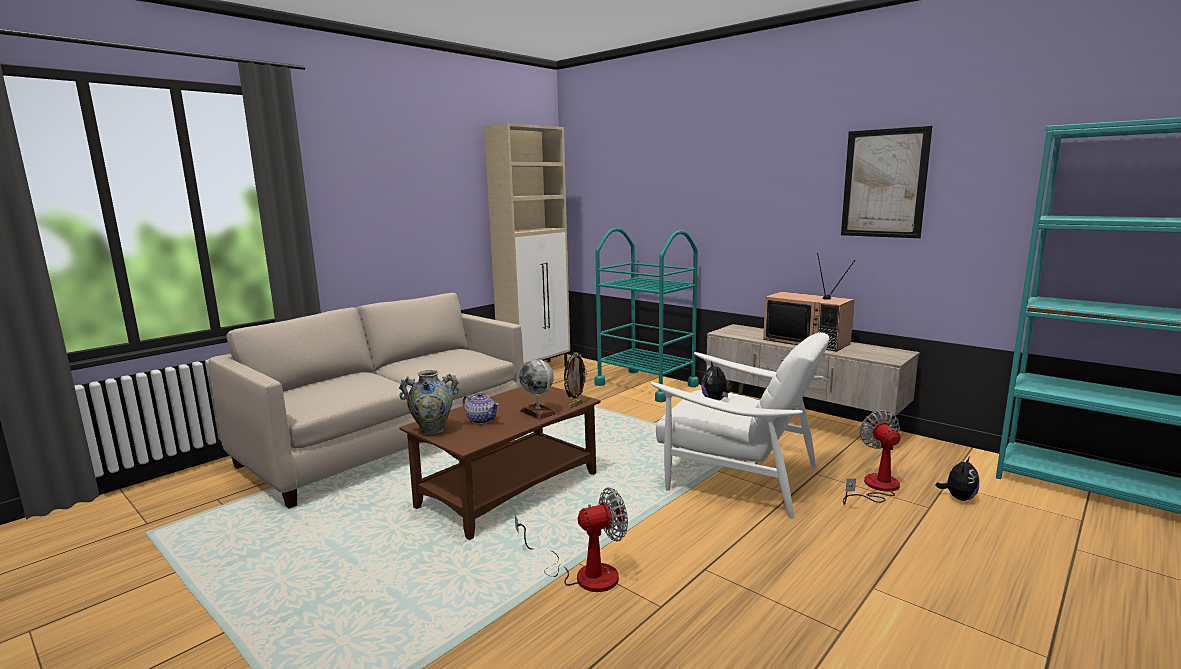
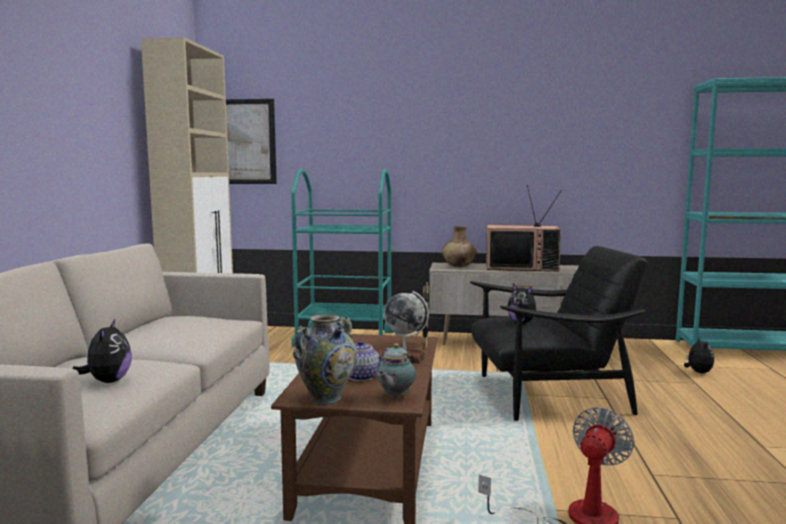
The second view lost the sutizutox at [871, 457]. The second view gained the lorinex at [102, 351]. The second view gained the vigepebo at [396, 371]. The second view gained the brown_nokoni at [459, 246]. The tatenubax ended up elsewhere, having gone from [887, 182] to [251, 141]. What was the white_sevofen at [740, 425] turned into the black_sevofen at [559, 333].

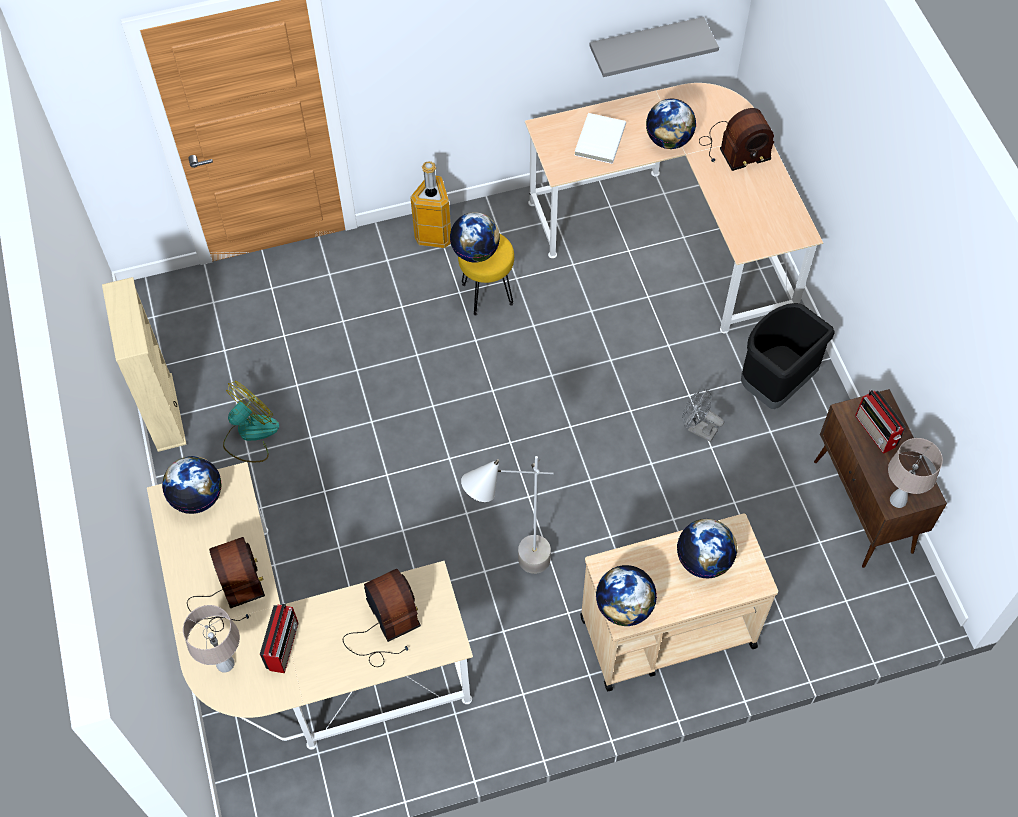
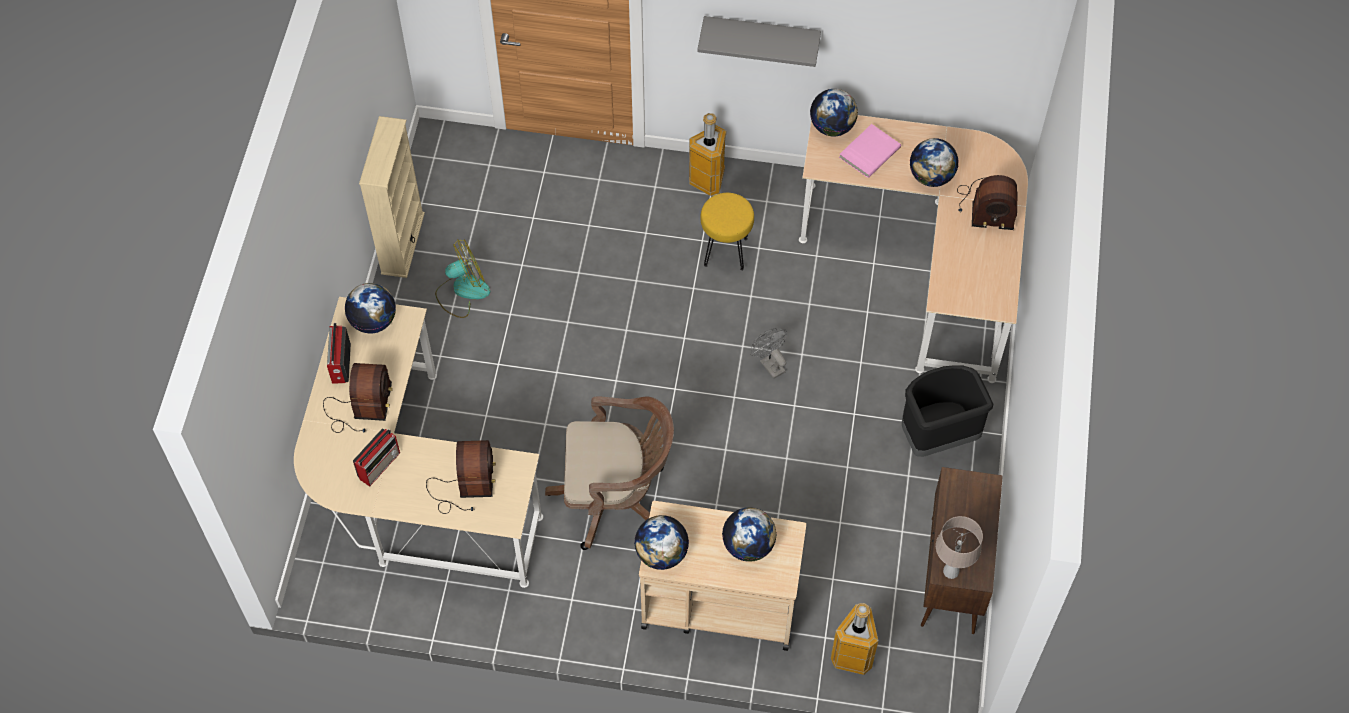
The second view lost the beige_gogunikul at [211, 638]. The second view gained the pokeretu at [855, 639]. The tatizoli ended up elsewhere, having gone from [475, 237] to [834, 112]. The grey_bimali ended up elsewhere, having gone from [654, 47] to [759, 41]. The grey_sutizutox ended up elsewhere, having gone from [703, 415] to [768, 353]. The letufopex ended up elsewhere, having gone from [880, 422] to [339, 353]. Where the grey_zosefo stood at [507, 515], the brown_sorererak came to stand at [609, 473]. What was the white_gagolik at [600, 138] turned into the pink_gagolik at [870, 151].

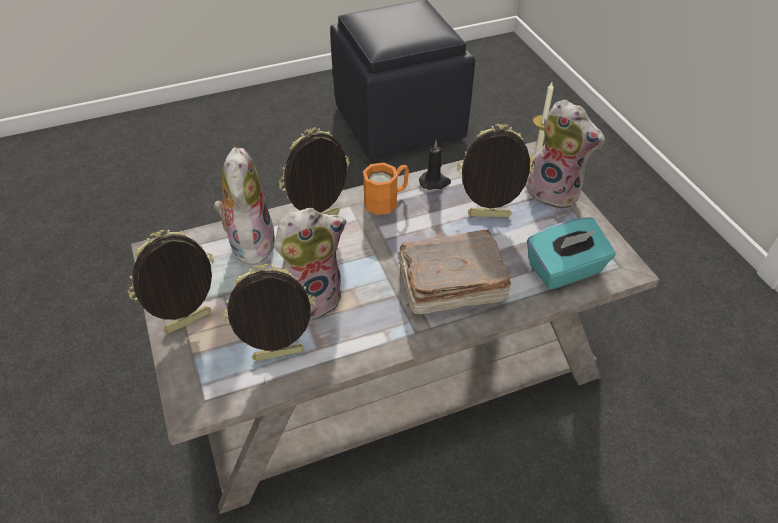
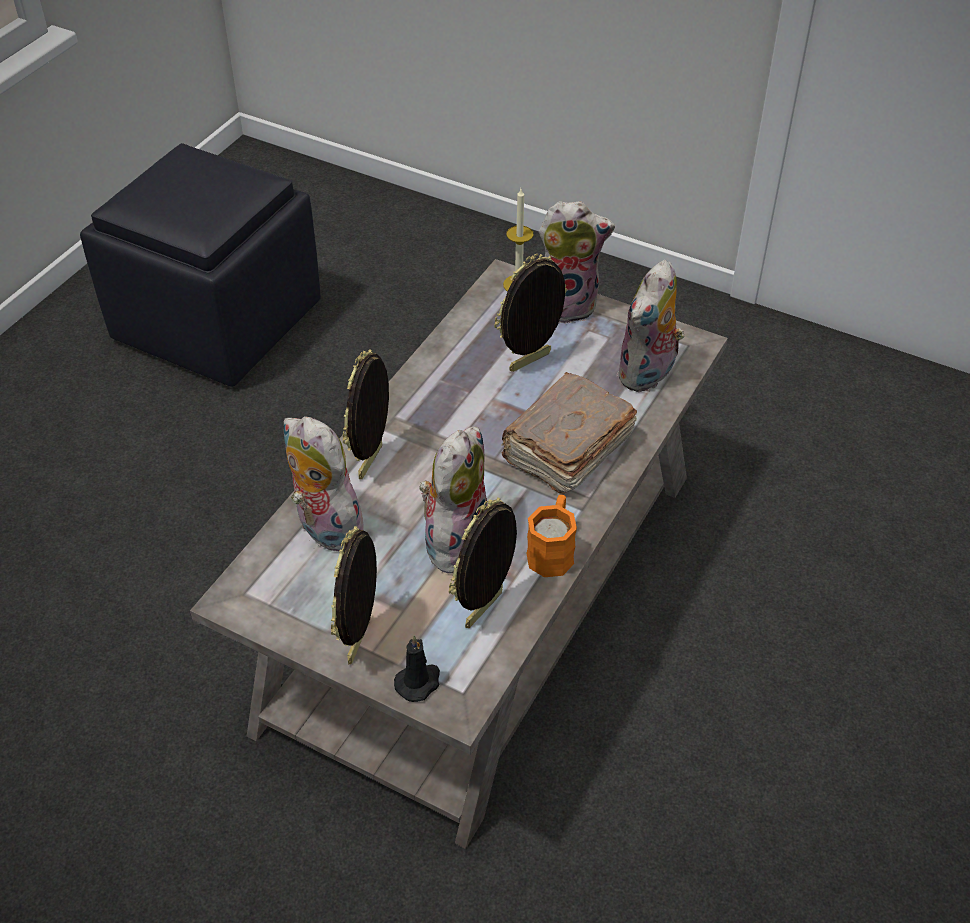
The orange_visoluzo ended up elsewhere, having gone from [386, 188] to [551, 536]. The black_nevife ended up elsewhere, having gone from [435, 165] to [417, 668]. Where the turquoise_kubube stood at [571, 254], the lorinex came to stand at [650, 326].

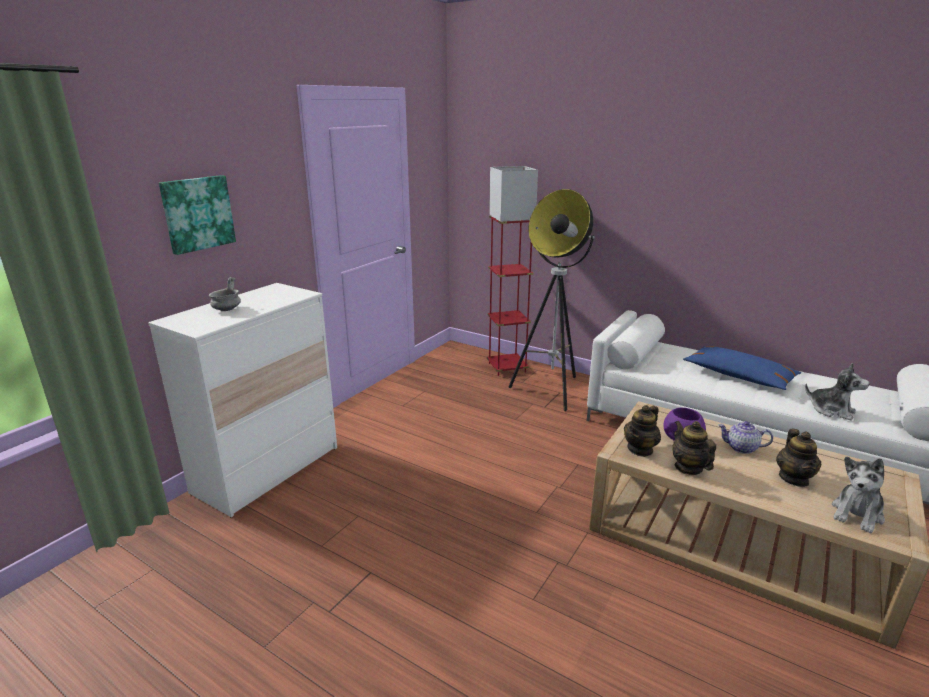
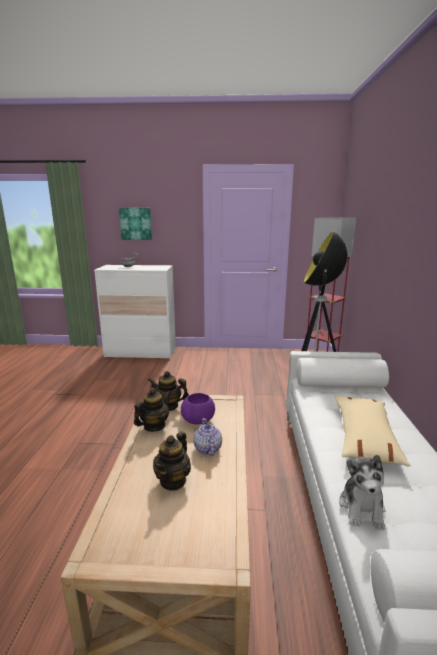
The second view lost the lorinex at [858, 494]. What was the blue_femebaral at [742, 368] turned into the beige_femebaral at [372, 431]. The vigepebo at [799, 458] ended up facing another way, 45 degrees counterclockwise from before.

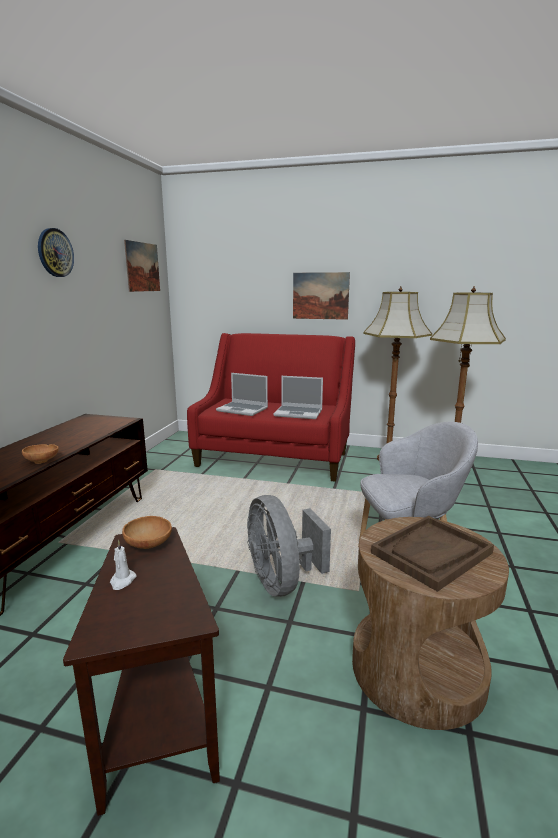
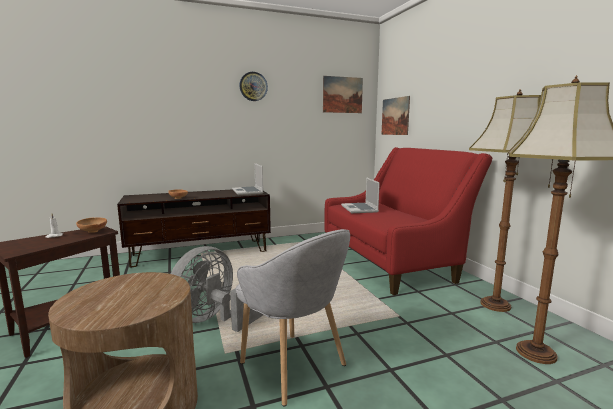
The second view lost the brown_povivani at [432, 554]. The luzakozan ended up elsewhere, having gone from [298, 397] to [247, 179]. The tatenubax ended up elsewhere, having gone from [321, 296] to [395, 115].

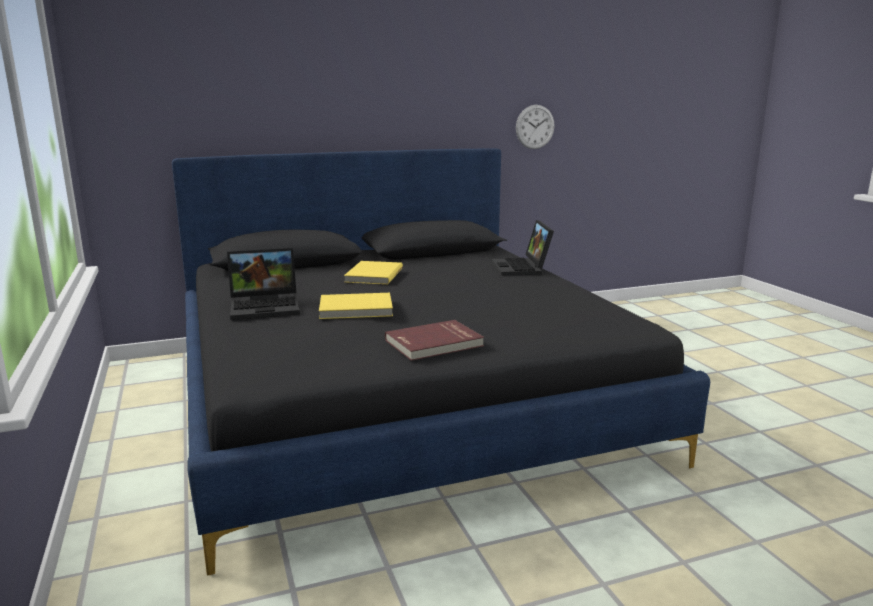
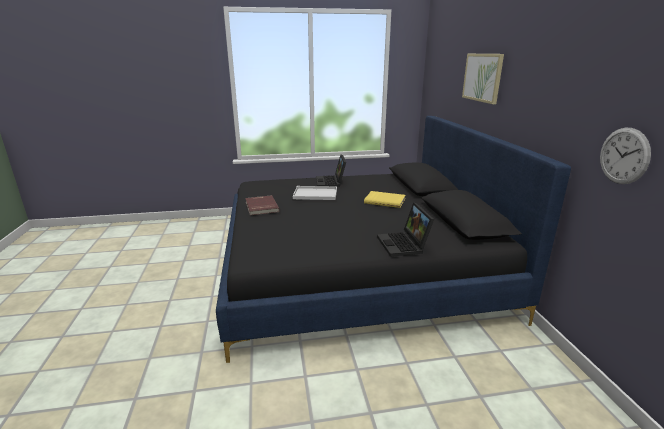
The second view gained the tatenubax at [483, 79]. Where the yellow_gagolik stood at [356, 306], the white_povivani came to stand at [315, 193]. The luzakozan at [523, 248] ended up facing another way, 105 degrees counterclockwise from before.

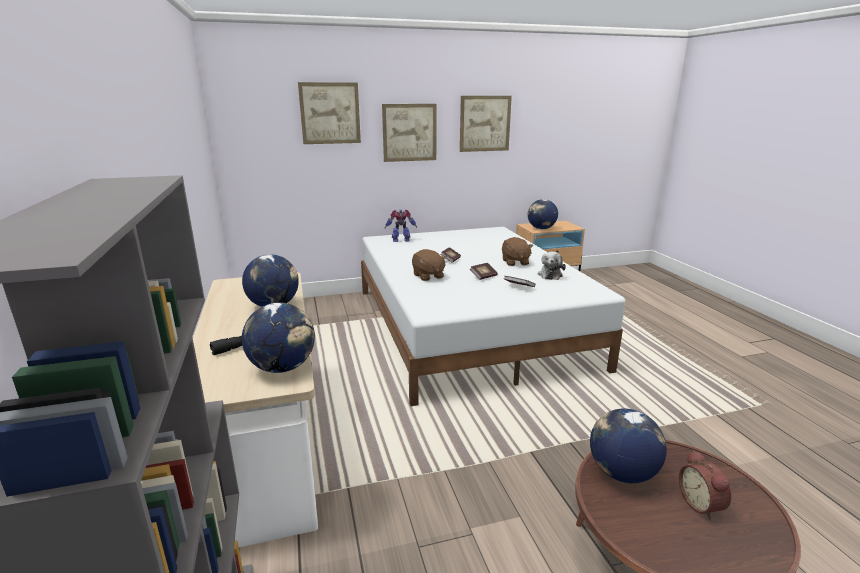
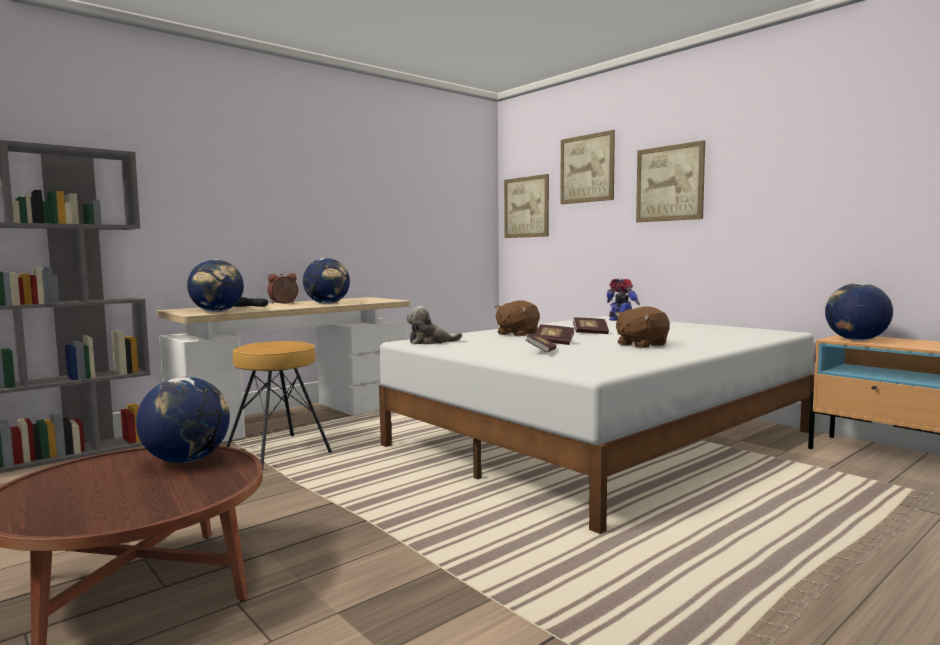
The second view gained the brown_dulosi at [279, 404]. The tatenubax ended up elsewhere, having gone from [486, 124] to [526, 206]. The lorinex ended up elsewhere, having gone from [552, 265] to [434, 325]. The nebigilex ended up elsewhere, having gone from [705, 485] to [282, 288].

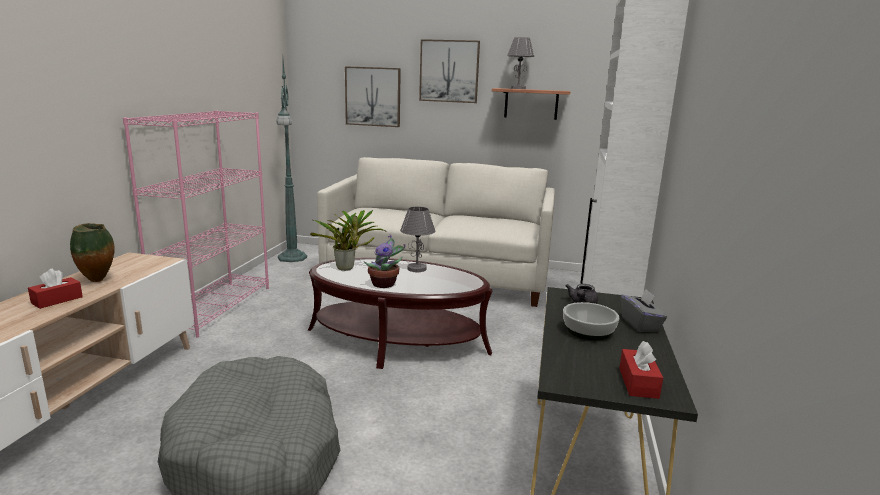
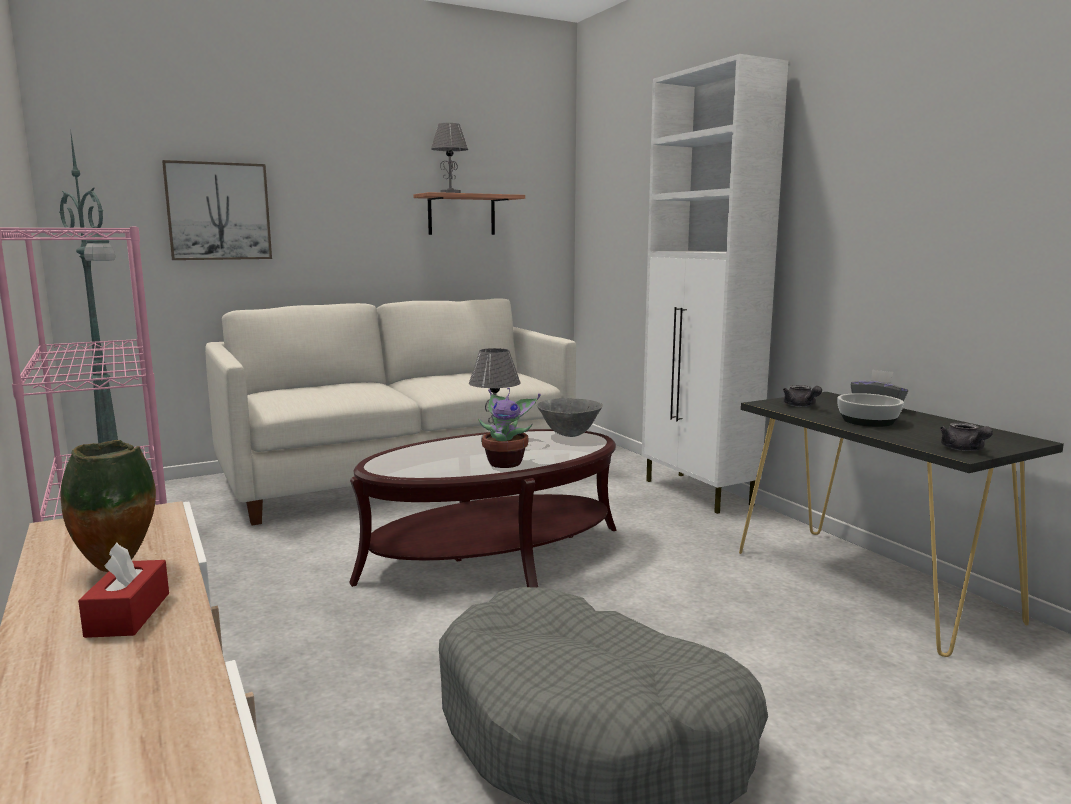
The second view lost the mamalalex at [348, 240]. The second view lost the tatenubax at [449, 71]. The second view lost the red_kubube at [641, 370]. The second view gained the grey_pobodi at [570, 417]. The second view gained the grey_vigepebo at [966, 436].

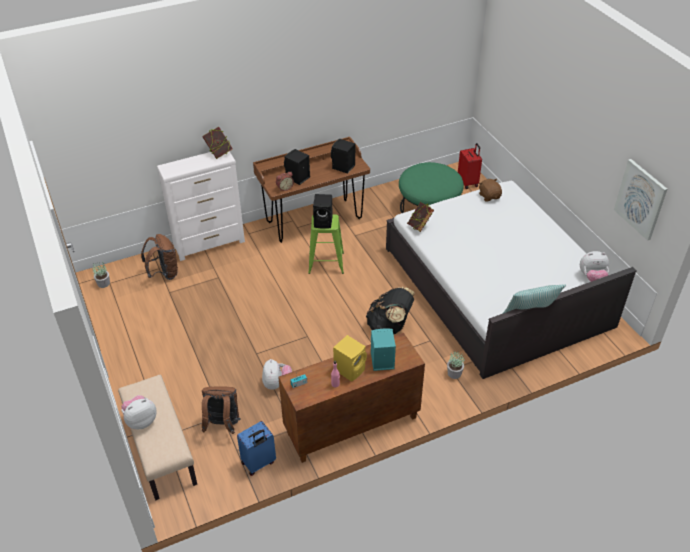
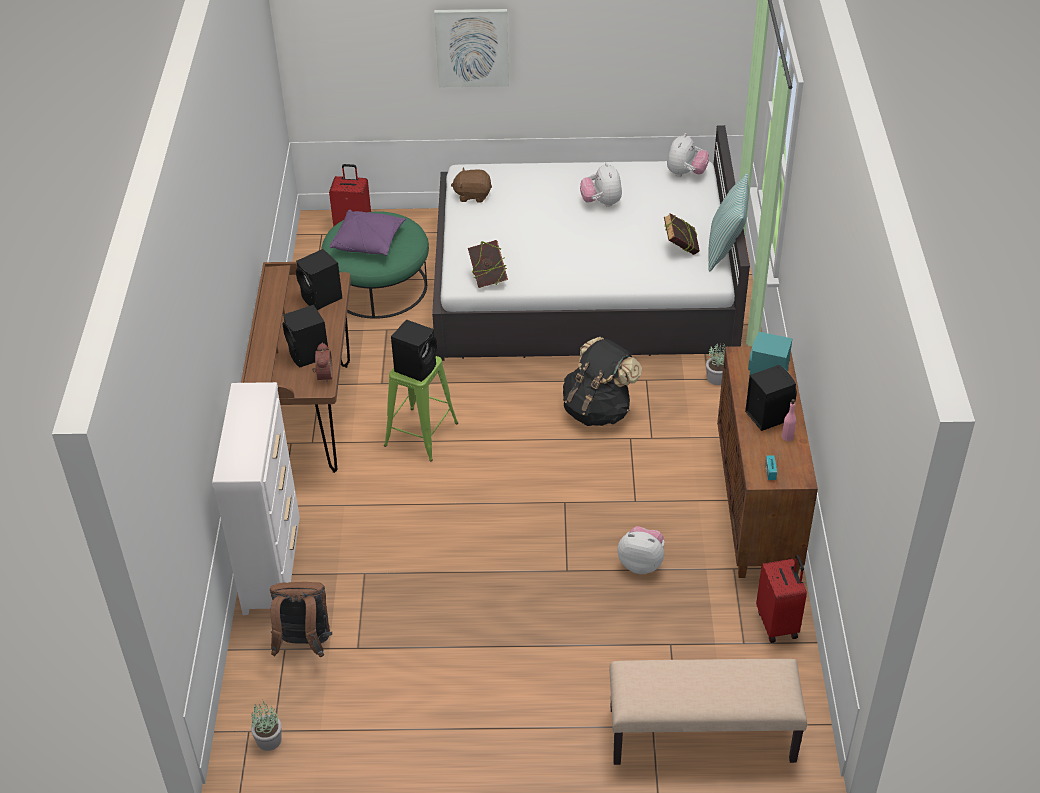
The second view lost the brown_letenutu at [221, 410]. The second view gained the purple_femebaral at [367, 232]. The lorinex ended up elsewhere, having gone from [139, 412] to [601, 184]. The gagolik ended up elsewhere, having gone from [217, 143] to [682, 234]. The tatenubax ended up elsewhere, having gone from [640, 200] to [471, 48]. What was the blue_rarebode at [256, 448] turned into the red_rarebode at [781, 599]. What was the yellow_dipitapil at [350, 358] turned into the black_dipitapil at [771, 398].

